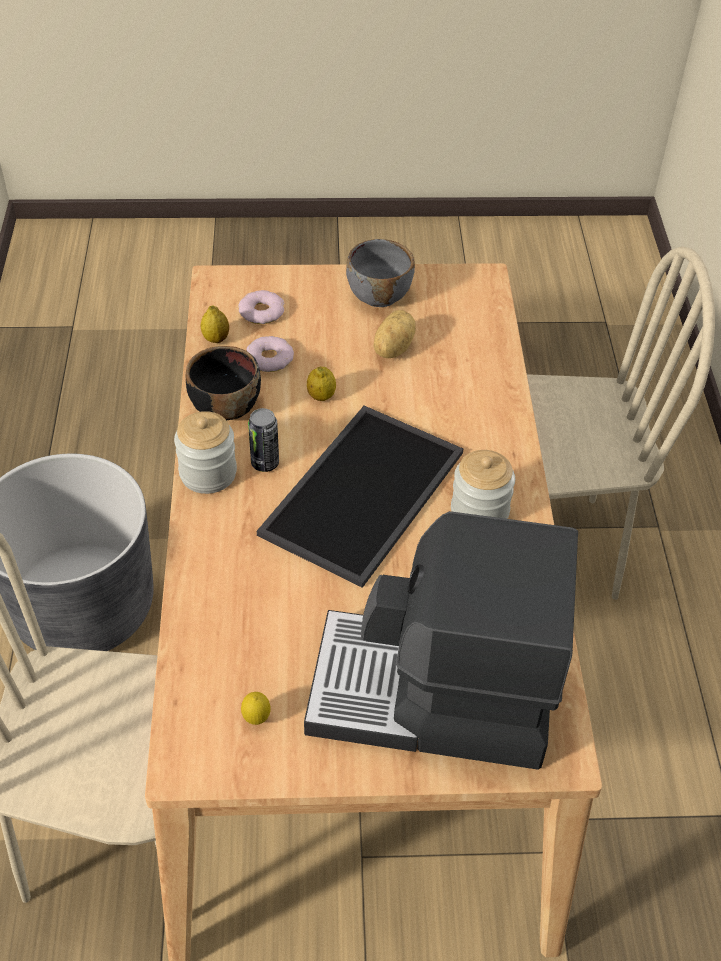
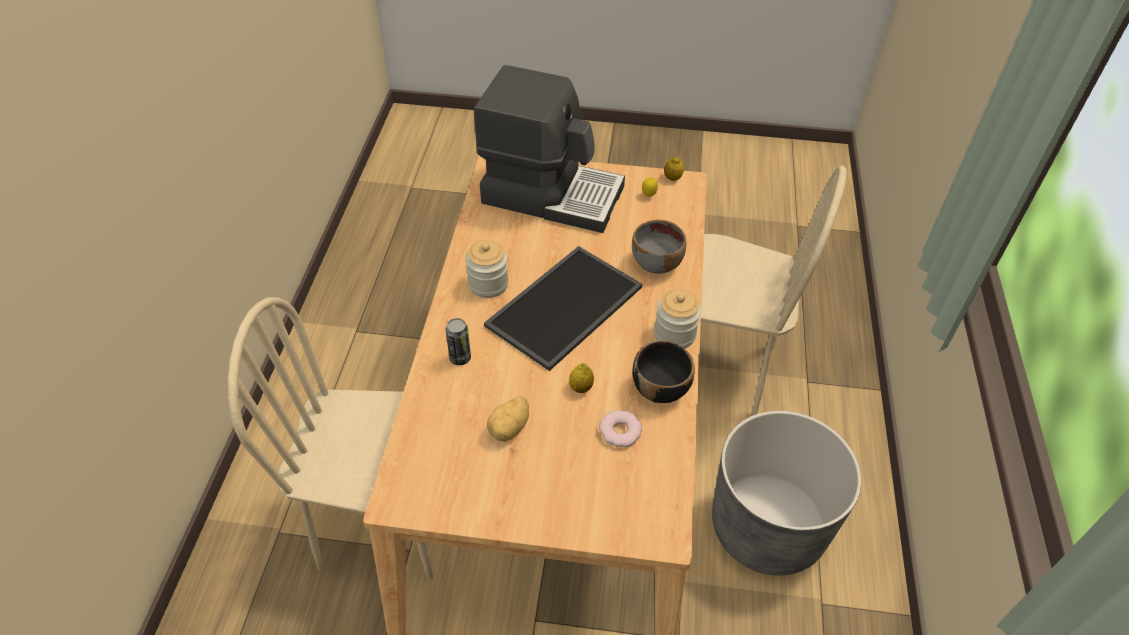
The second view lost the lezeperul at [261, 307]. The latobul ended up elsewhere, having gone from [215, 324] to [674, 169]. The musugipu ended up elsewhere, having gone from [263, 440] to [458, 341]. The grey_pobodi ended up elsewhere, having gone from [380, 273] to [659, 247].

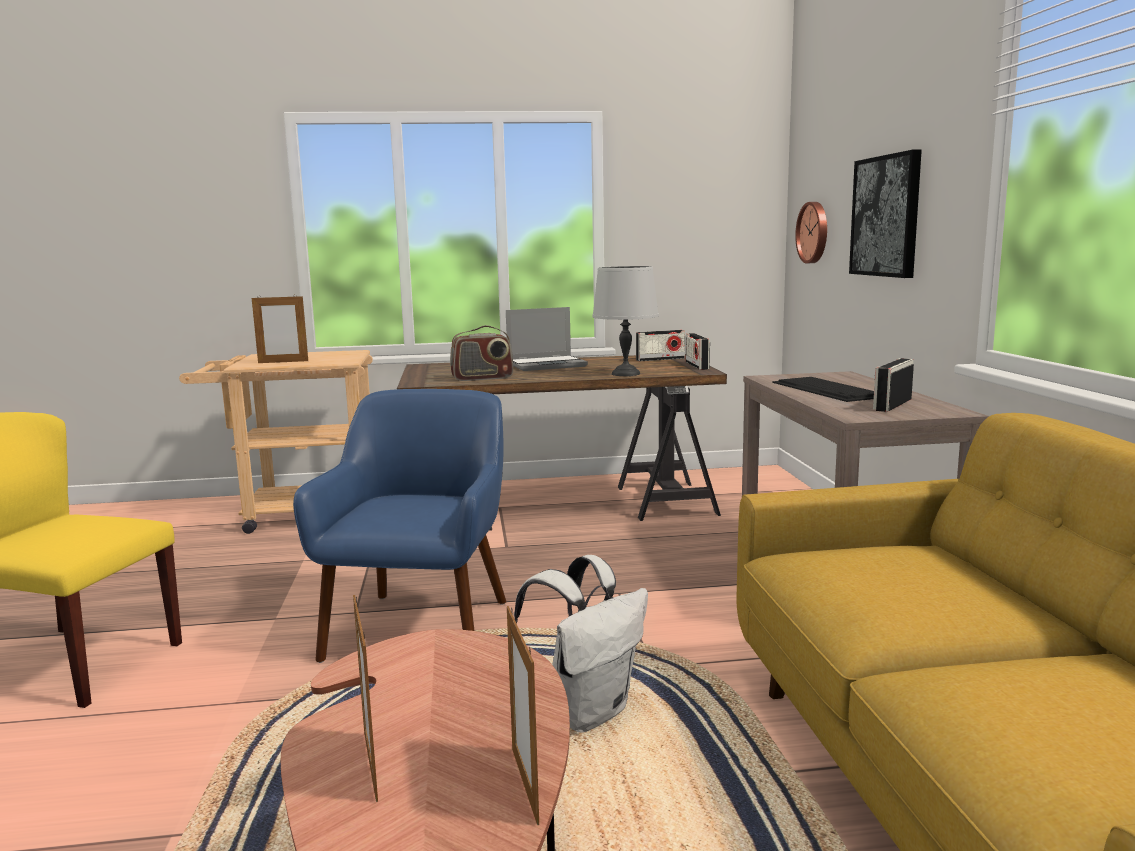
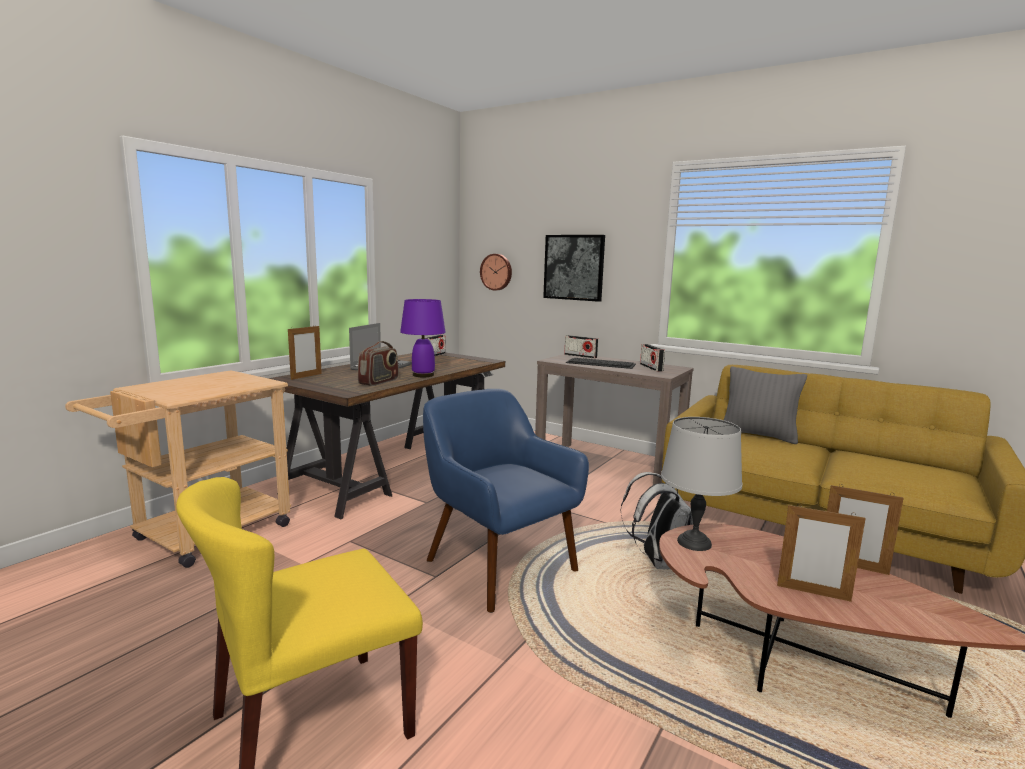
The second view gained the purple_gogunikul at [422, 338]. The second view gained the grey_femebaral at [765, 405]. The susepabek ended up elsewhere, having gone from [280, 328] to [305, 352]. The grey_gogunikul ended up elsewhere, having gone from [625, 321] to [701, 484]. The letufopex ended up elsewhere, having gone from [698, 351] to [581, 346].

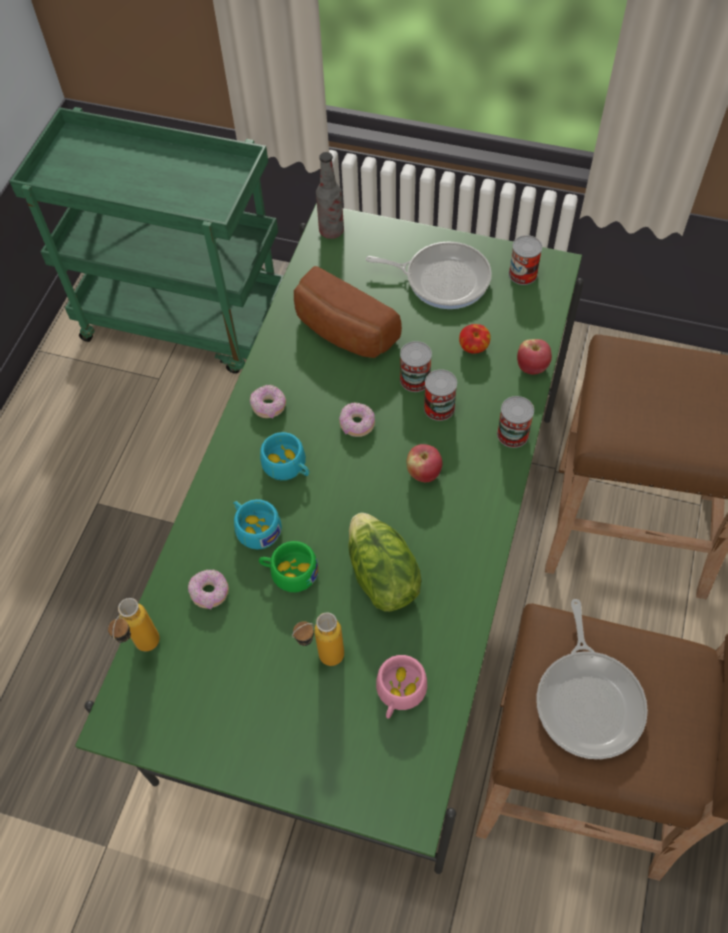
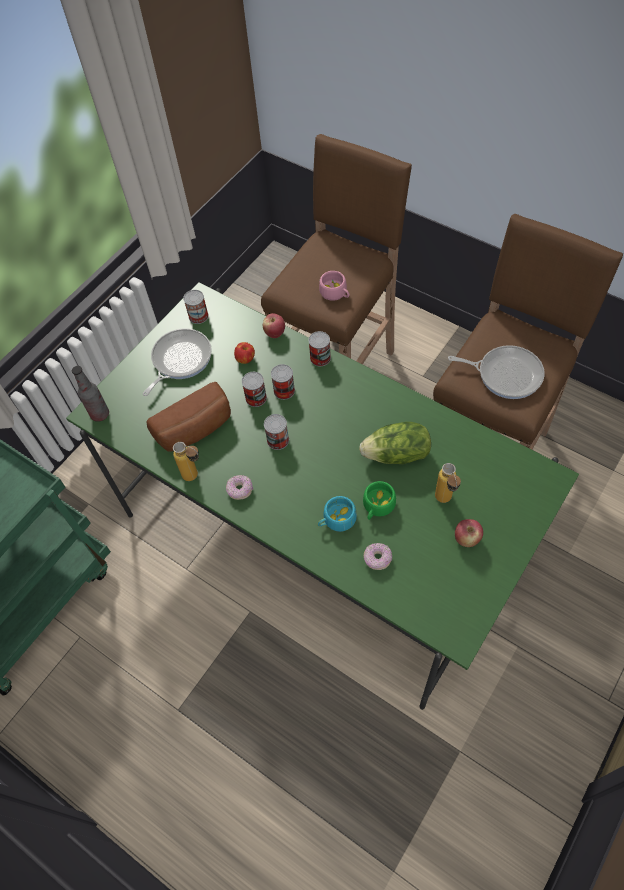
The second view lost the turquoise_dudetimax at [285, 456]. The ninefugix ended up elsewhere, having gone from [134, 624] to [186, 461]. The pink_dudetimax ended up elsewhere, having gone from [401, 687] to [334, 286]. The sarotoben ended up elsewhere, having gone from [424, 463] to [469, 533]. Where the lezeperul stood at [357, 419], the musugipu came to stand at [276, 432].

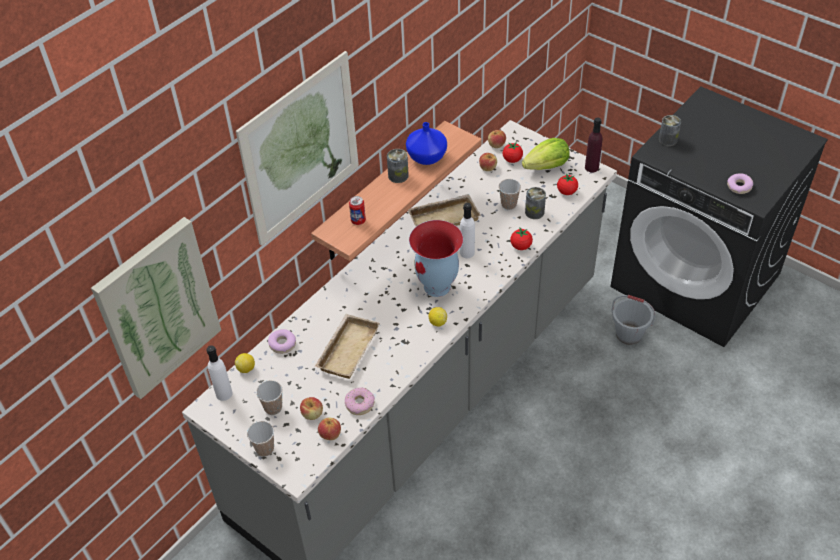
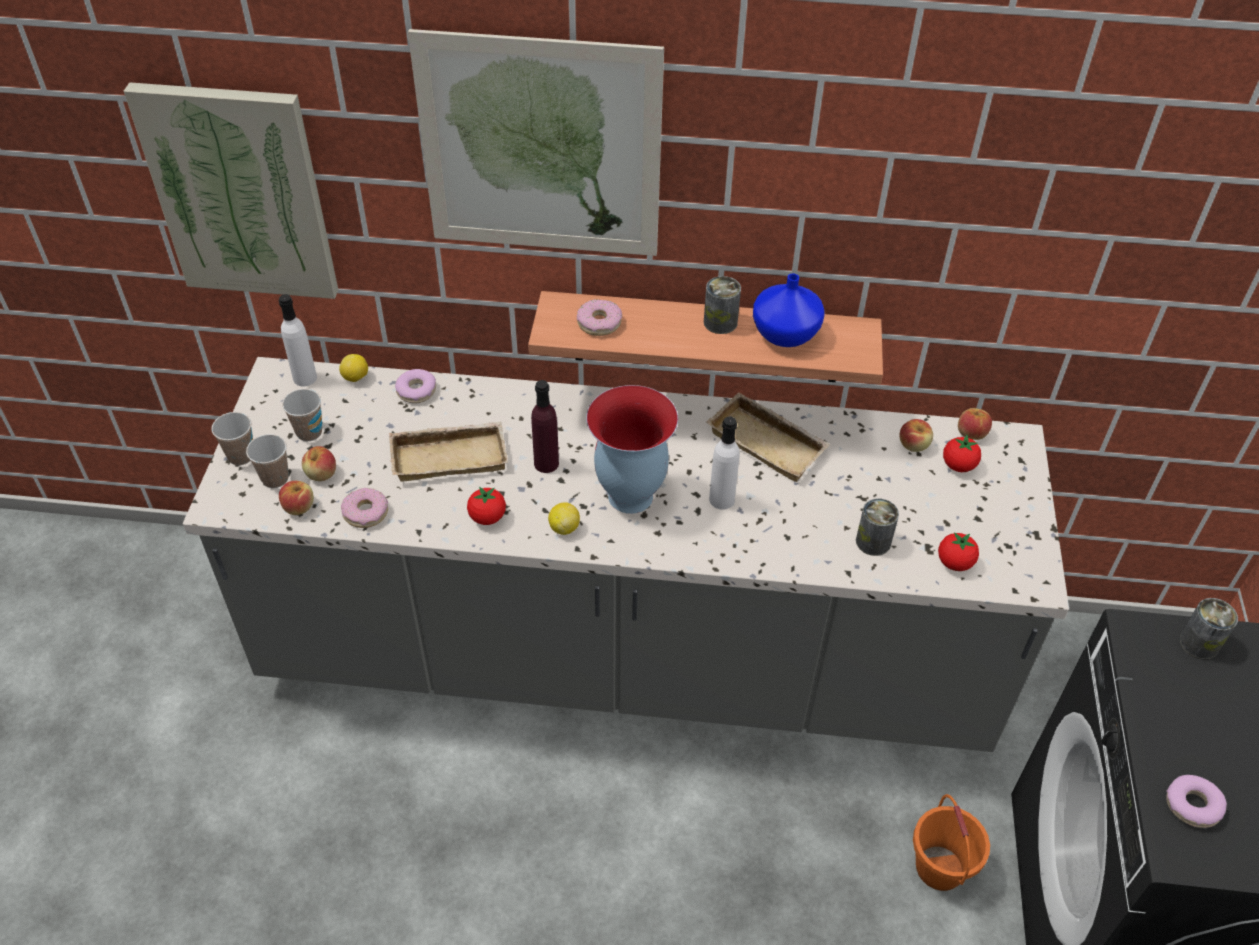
The second view lost the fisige at [545, 154]. The dudetimax ended up elsewhere, having gone from [510, 194] to [267, 461]. The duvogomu ended up elsewhere, having gone from [521, 239] to [486, 506]. The purple_ninefugix ended up elsewhere, having gone from [593, 145] to [545, 426]. Where the musugipu stood at [357, 210], the lezeperul came to stand at [599, 317]. What was the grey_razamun at [633, 320] turned into the orange_razamun at [951, 842].

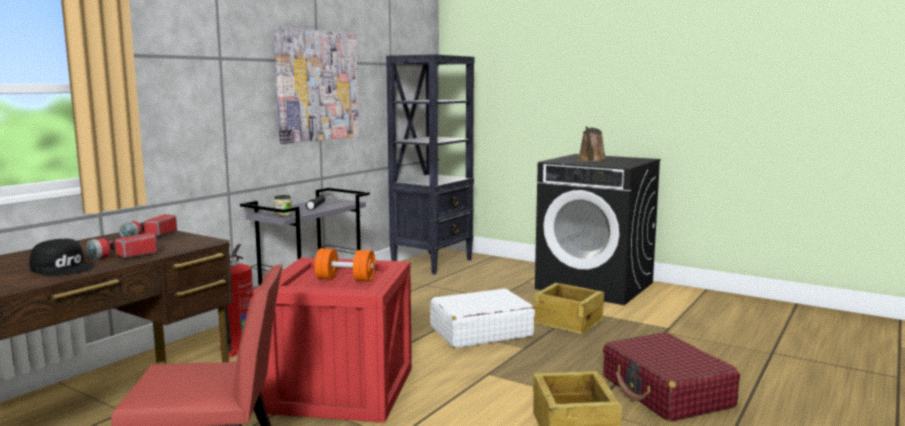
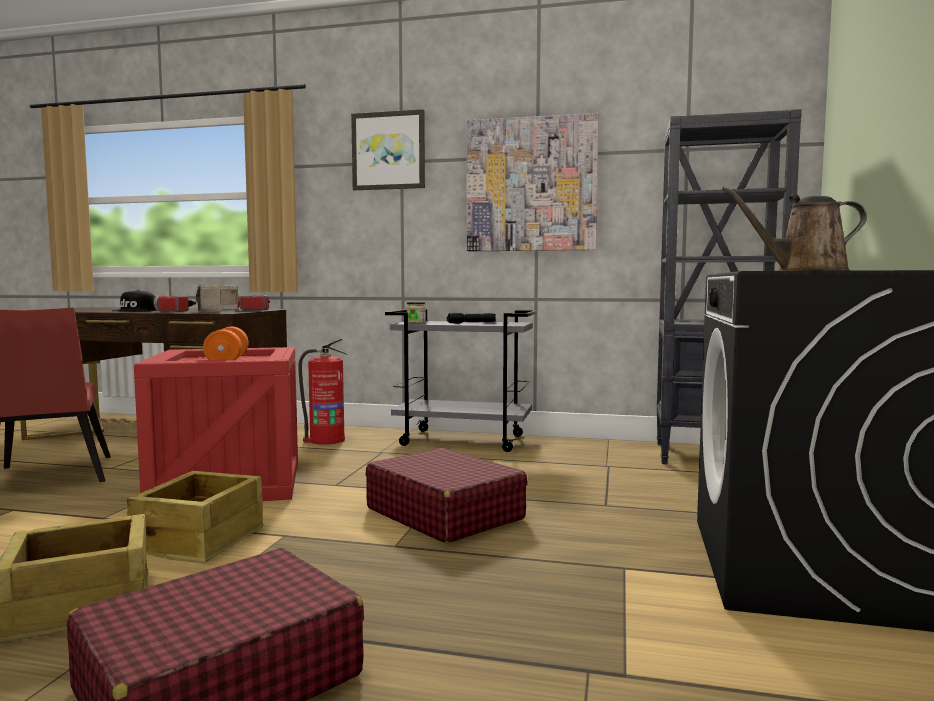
The second view gained the letufopex at [217, 298]. The second view gained the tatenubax at [388, 149]. The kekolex ended up elsewhere, having gone from [569, 308] to [195, 517]. What was the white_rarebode at [482, 318] turned into the red_rarebode at [446, 495].

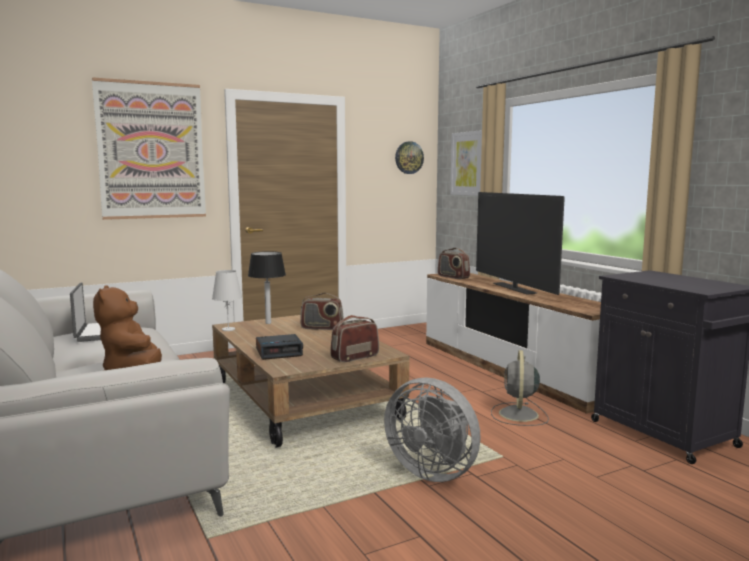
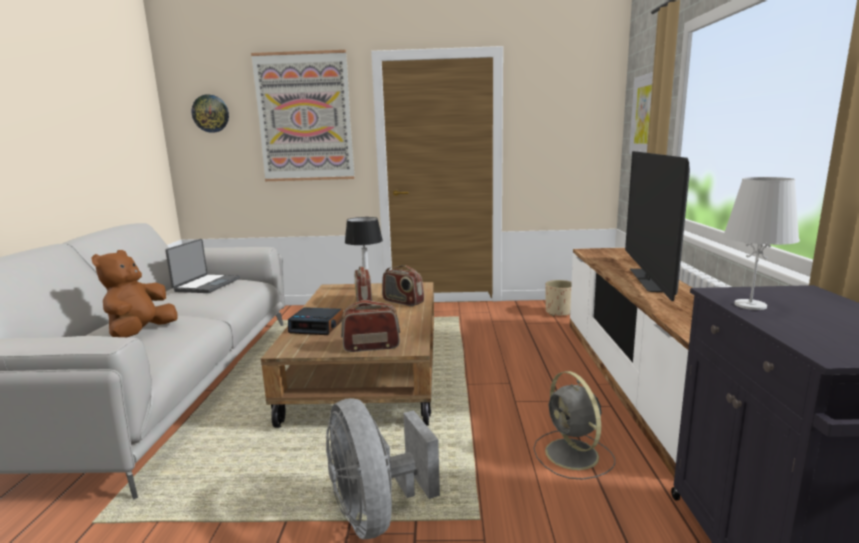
The second view gained the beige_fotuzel at [558, 298]. The white_gogunikul ended up elsewhere, having gone from [227, 300] to [761, 243]. The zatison ended up elsewhere, having gone from [409, 157] to [210, 113]. The letufopex ended up elsewhere, having gone from [454, 263] to [363, 287]. The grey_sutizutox at [520, 388] ended up facing another way, 60 degrees counterclockwise from before.

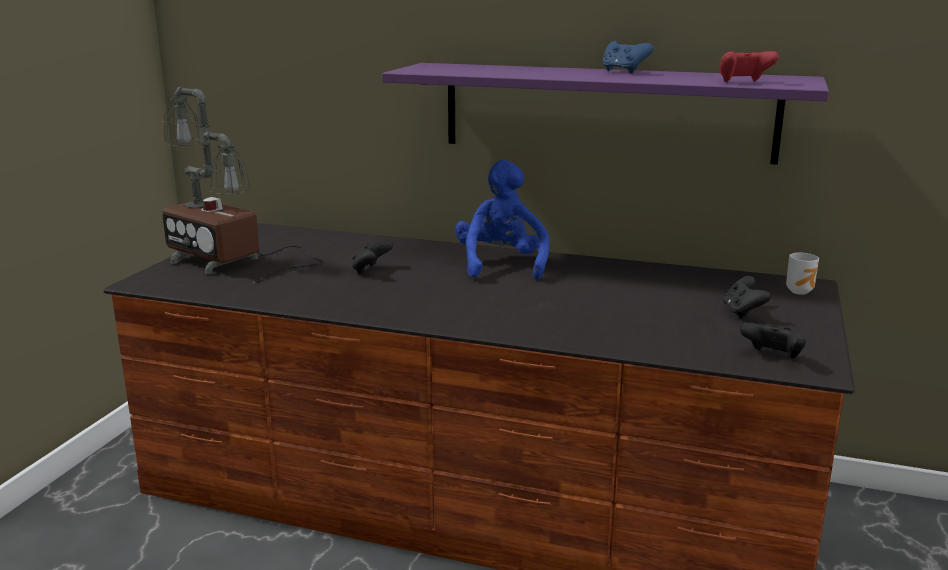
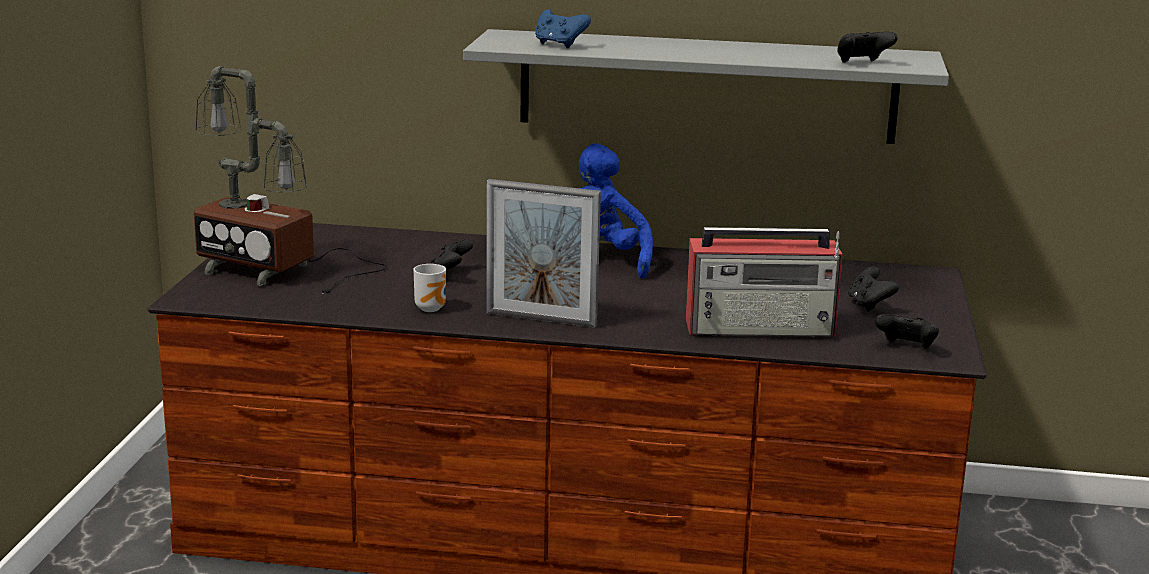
The second view gained the susepabek at [543, 253]. The second view gained the letufopex at [764, 282]. The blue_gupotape ended up elsewhere, having gone from [628, 57] to [563, 28]. The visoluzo ended up elsewhere, having gone from [802, 274] to [429, 288]. What was the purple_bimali at [605, 114] turned into the grey_bimali at [706, 86]. What was the red_gupotape at [749, 66] turned into the black_gupotape at [867, 47].

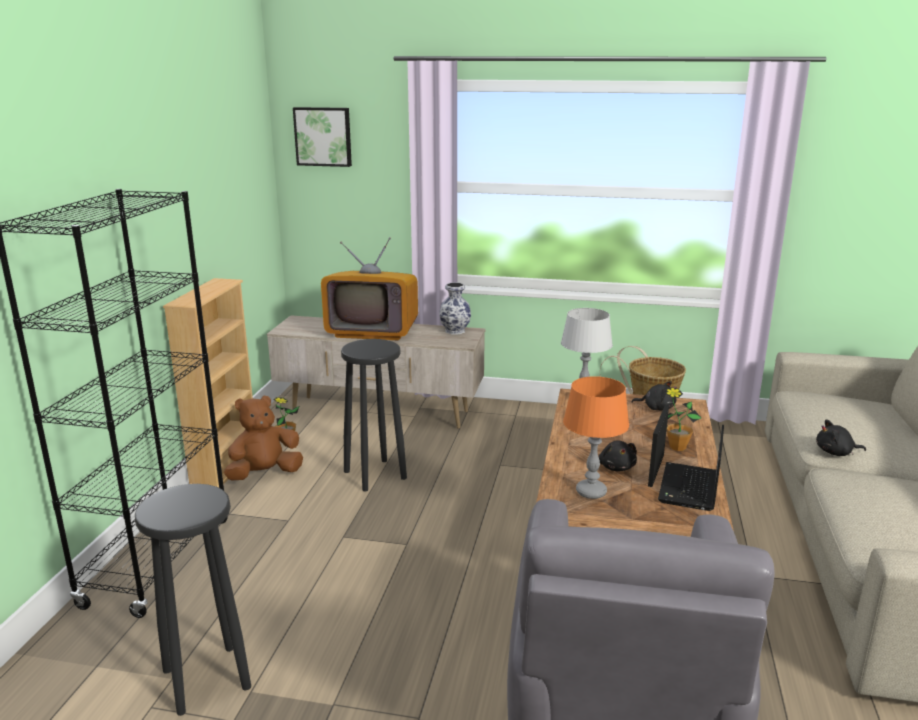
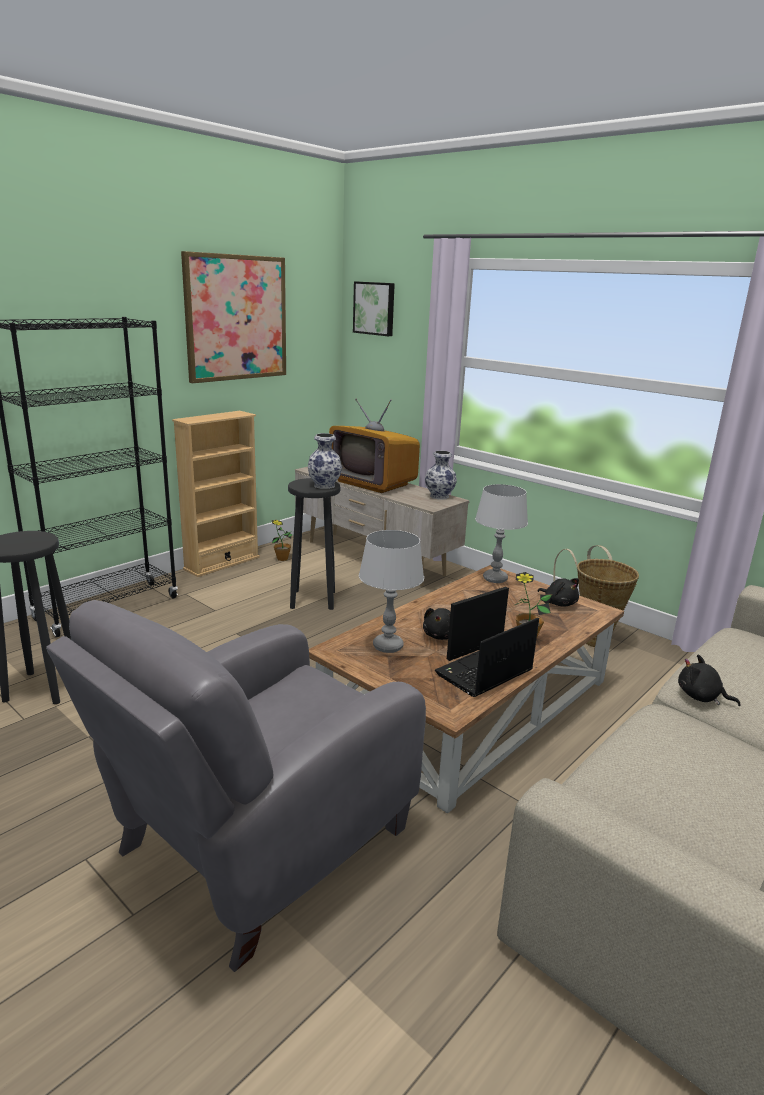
The second view lost the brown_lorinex at [263, 438]. The second view gained the tatenubax at [233, 317]. The second view gained the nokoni at [325, 461]. What was the orange_gogunikul at [596, 437] turned into the grey_gogunikul at [391, 591].

